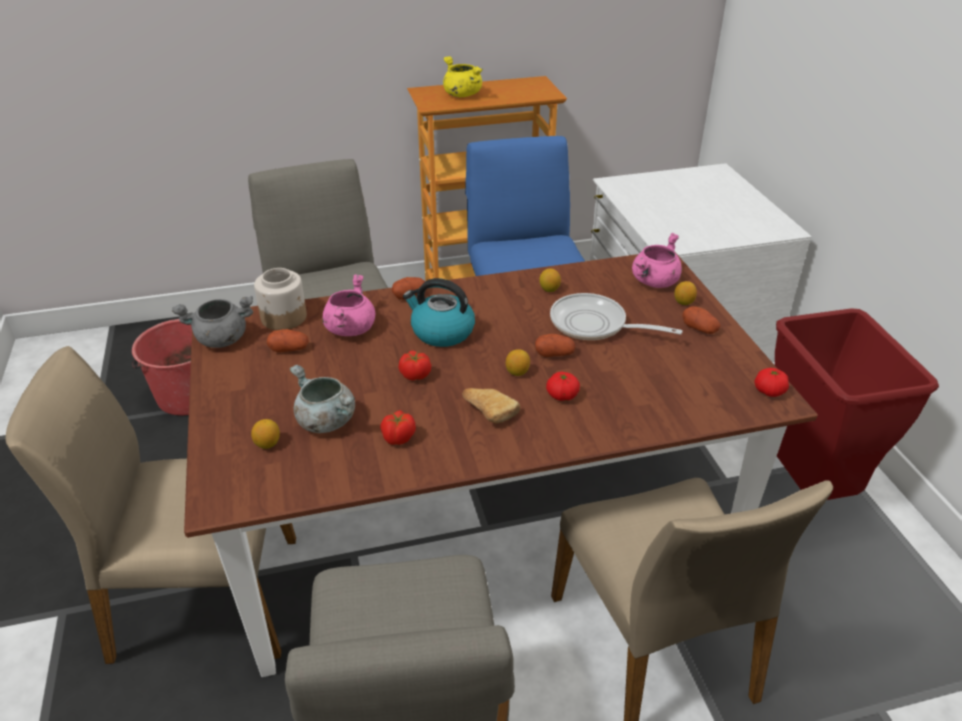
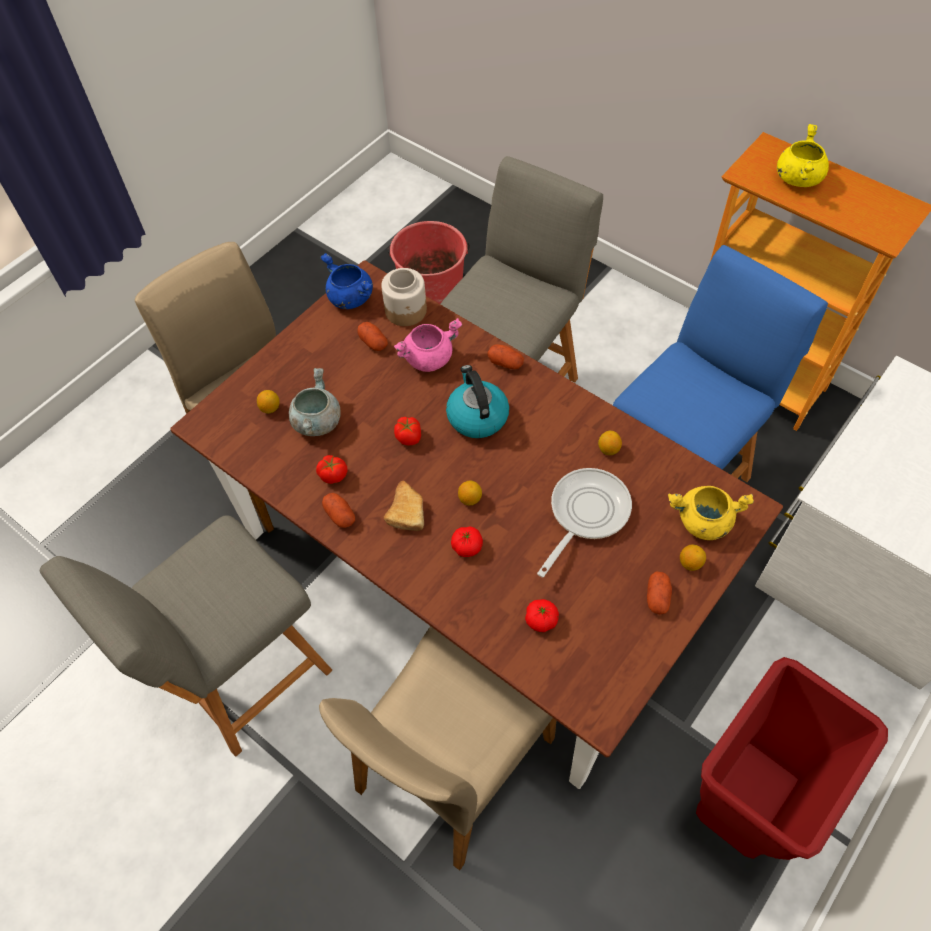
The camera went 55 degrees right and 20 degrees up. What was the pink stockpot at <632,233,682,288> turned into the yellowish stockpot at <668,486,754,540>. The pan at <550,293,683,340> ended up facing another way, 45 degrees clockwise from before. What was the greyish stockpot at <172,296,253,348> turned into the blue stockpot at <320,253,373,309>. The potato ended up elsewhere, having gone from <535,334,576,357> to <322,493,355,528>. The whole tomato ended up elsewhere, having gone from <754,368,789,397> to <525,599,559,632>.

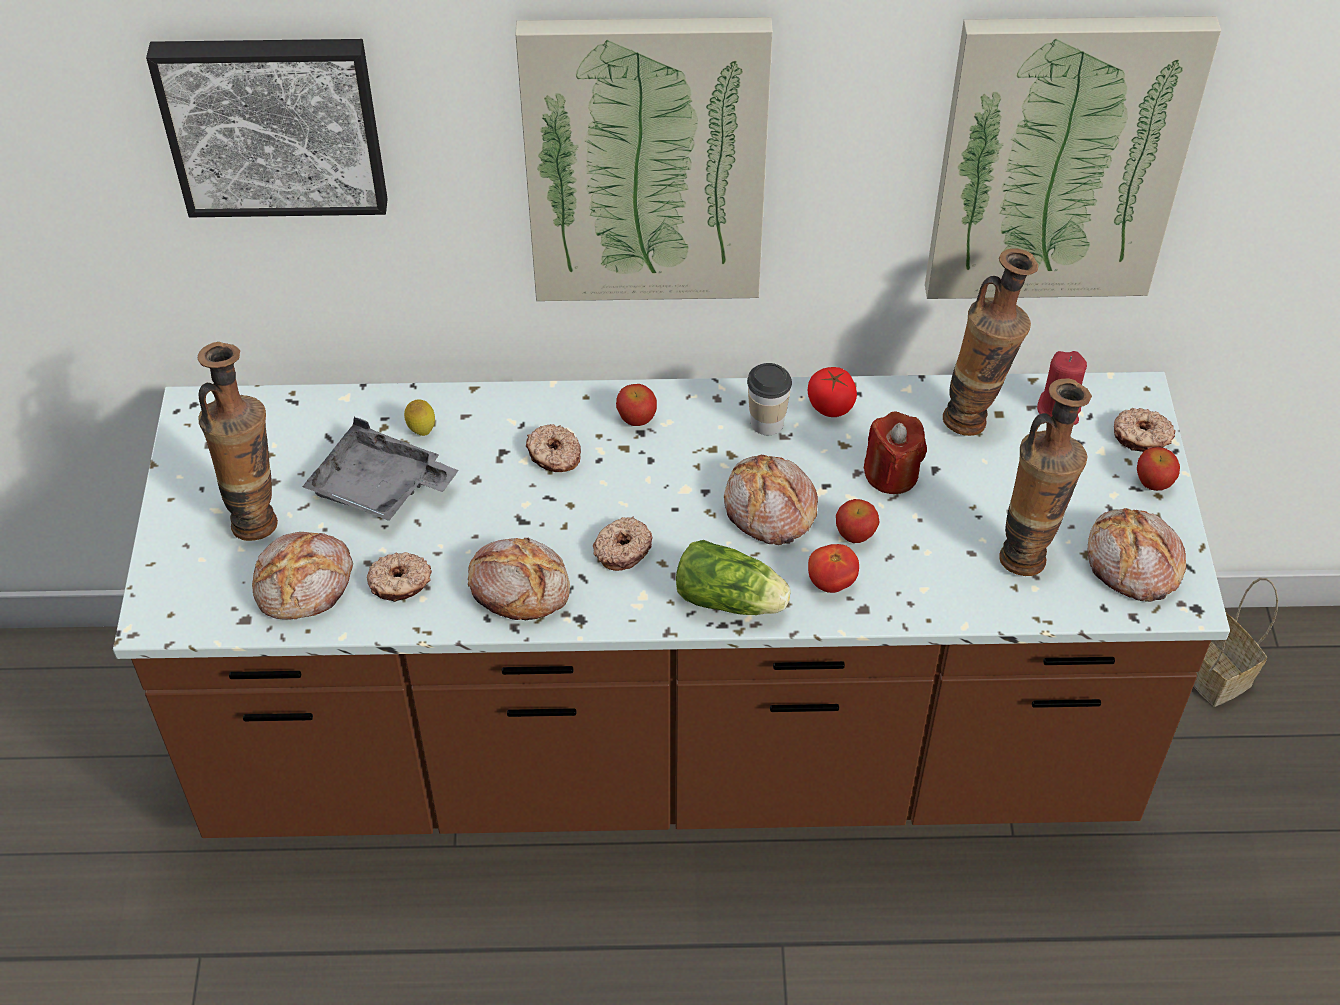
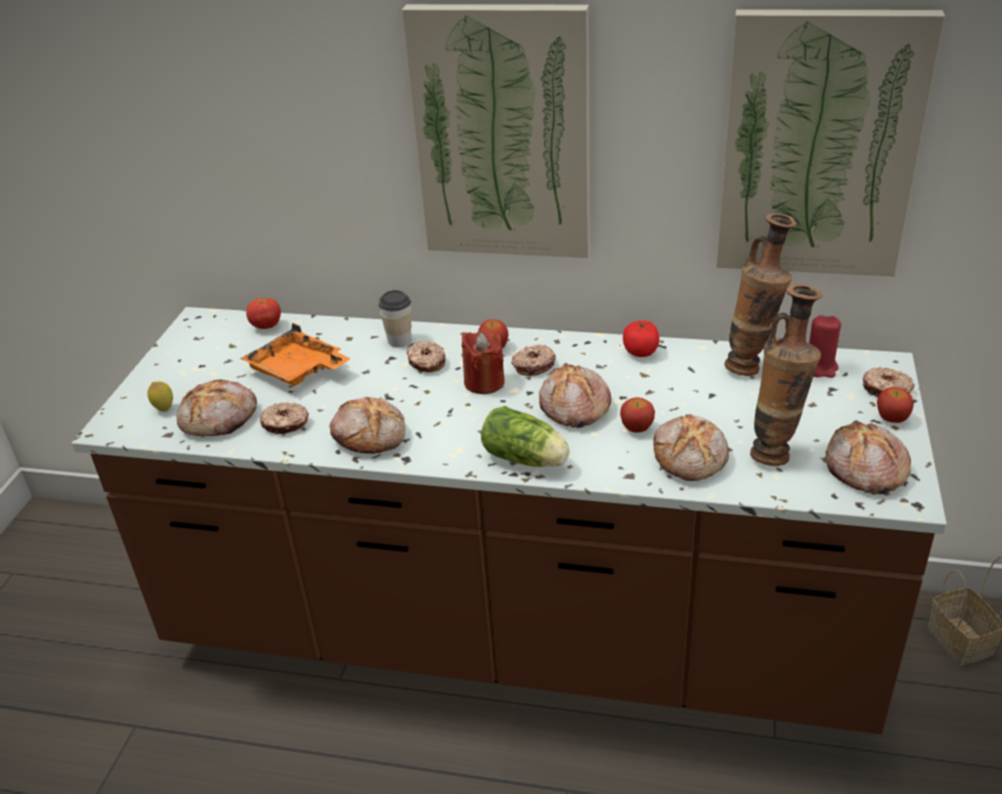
The camera went 15 degrees right and 15 degrees down. The second view lost the wall art at <146,39,388,217>. The second view lost the decorative vase at <198,342,278,541>. The drinking cup ended up elsewhere, having gone from <747,363,792,435> to <378,290,411,347>. The lemon ended up elsewhere, having gone from <404,399,435,436> to <147,381,173,412>. The red-coloured wax candle ended up elsewhere, having gone from <864,411,927,494> to <462,330,505,394>. What was the greyish carrying tray at <302,417,458,521> turned into the orange carrying tray at <240,323,351,386>. The ring doughnut ended up elsewhere, having gone from <593,516,653,571> to <511,345,556,376>. The whole tomato ended up elsewhere, having gone from <808,544,859,593> to <246,298,281,329>. The second view gained the bread at <653,414,729,481>.

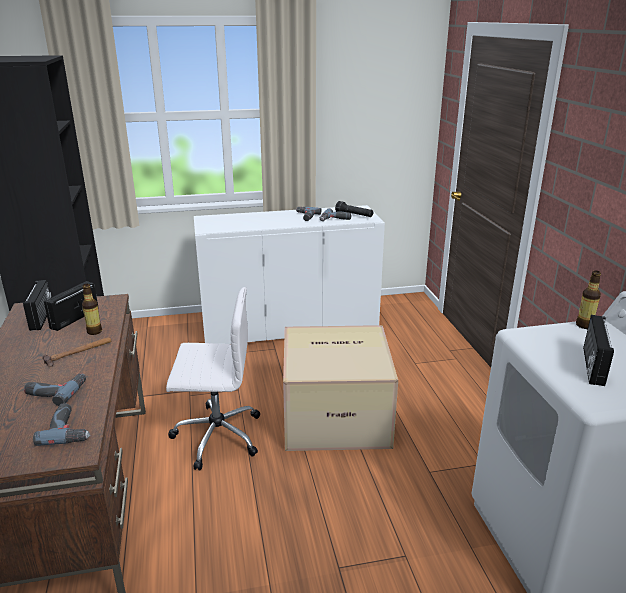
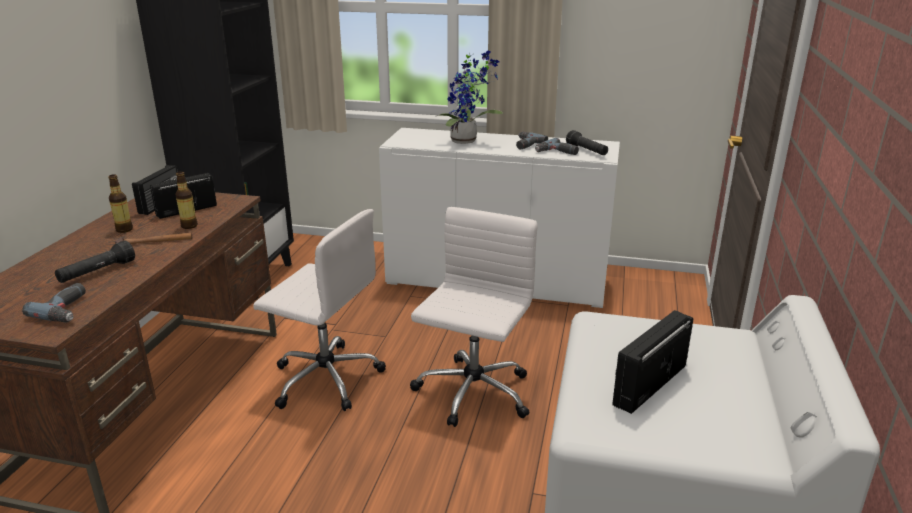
The camera went 25 degrees right and 0 degrees up. The drink bottle ended up elsewhere, having gone from <576,271,601,329> to <108,174,133,233>. Where the cardboard box stood at <283,325,398,451>, the white office chair came to stand at <410,207,538,427>. Where the electric drill stood at <24,373,86,406>, the black-coloured torch came to stand at <55,241,135,283>. The second view gained the plant in a pot at <437,50,503,144>.

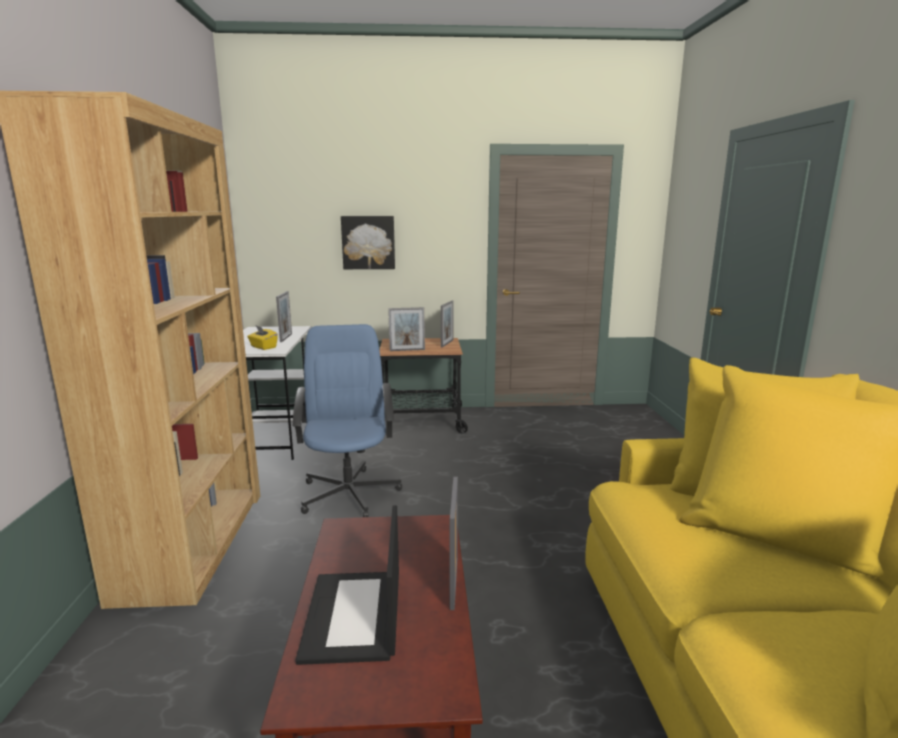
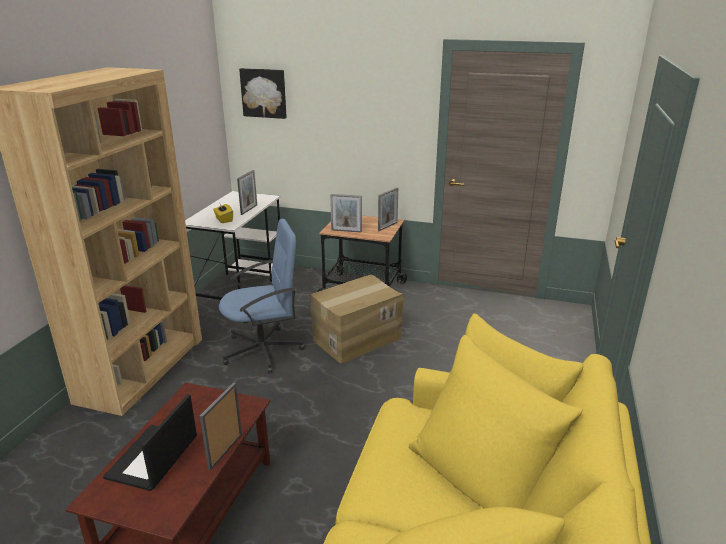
The camera went 20 degrees right and 10 degrees up. The wall art ended up elsewhere, having gone from <341,216,395,269> to <239,68,287,119>. The blue office chair at <292,324,402,517> ended up facing another way, 60 degrees clockwise from before. The second view gained the cardboard box at <310,275,404,363>.

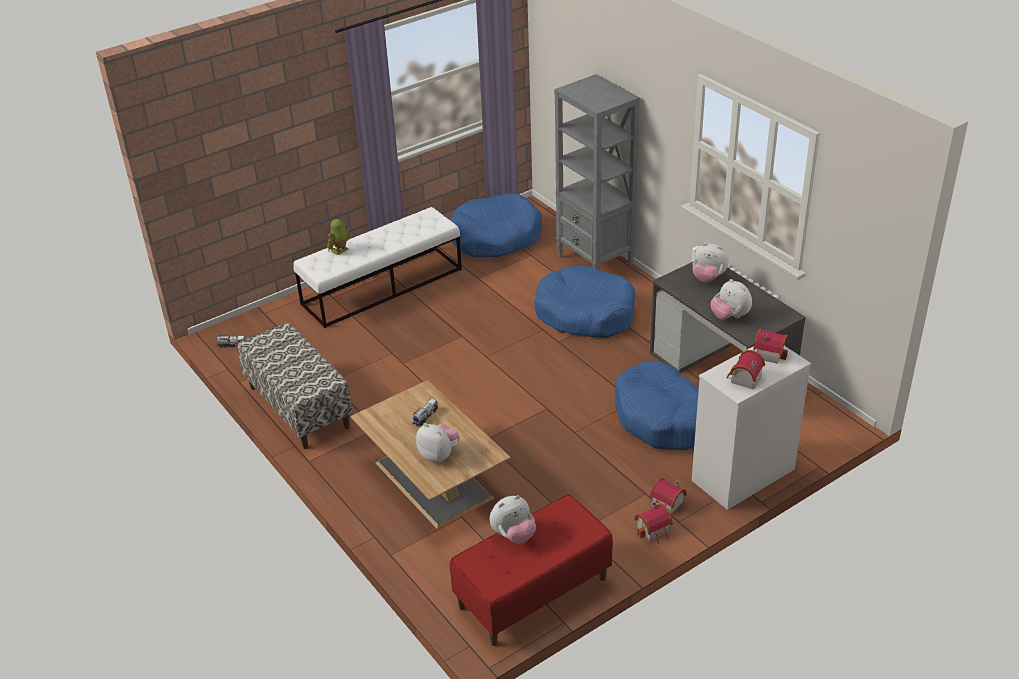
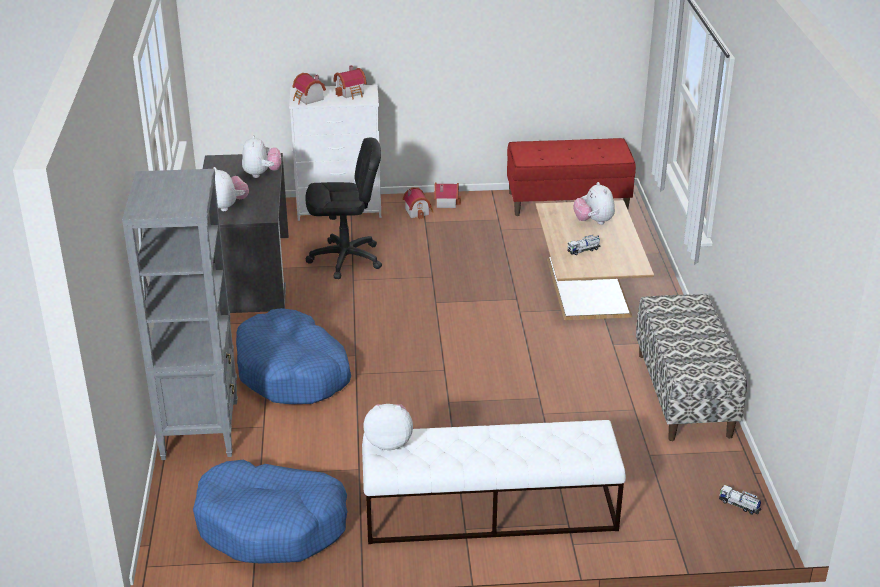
The camera went 150 degrees left and 5 degrees down. The second view lost the robot figure at <327,219,350,255>. Where the blue pet bed stood at <615,361,699,450>, the black-coloured office chair came to stand at <306,138,382,279>. The cuddly toy ended up elsewhere, having gone from <490,495,536,544> to <363,404,413,450>.

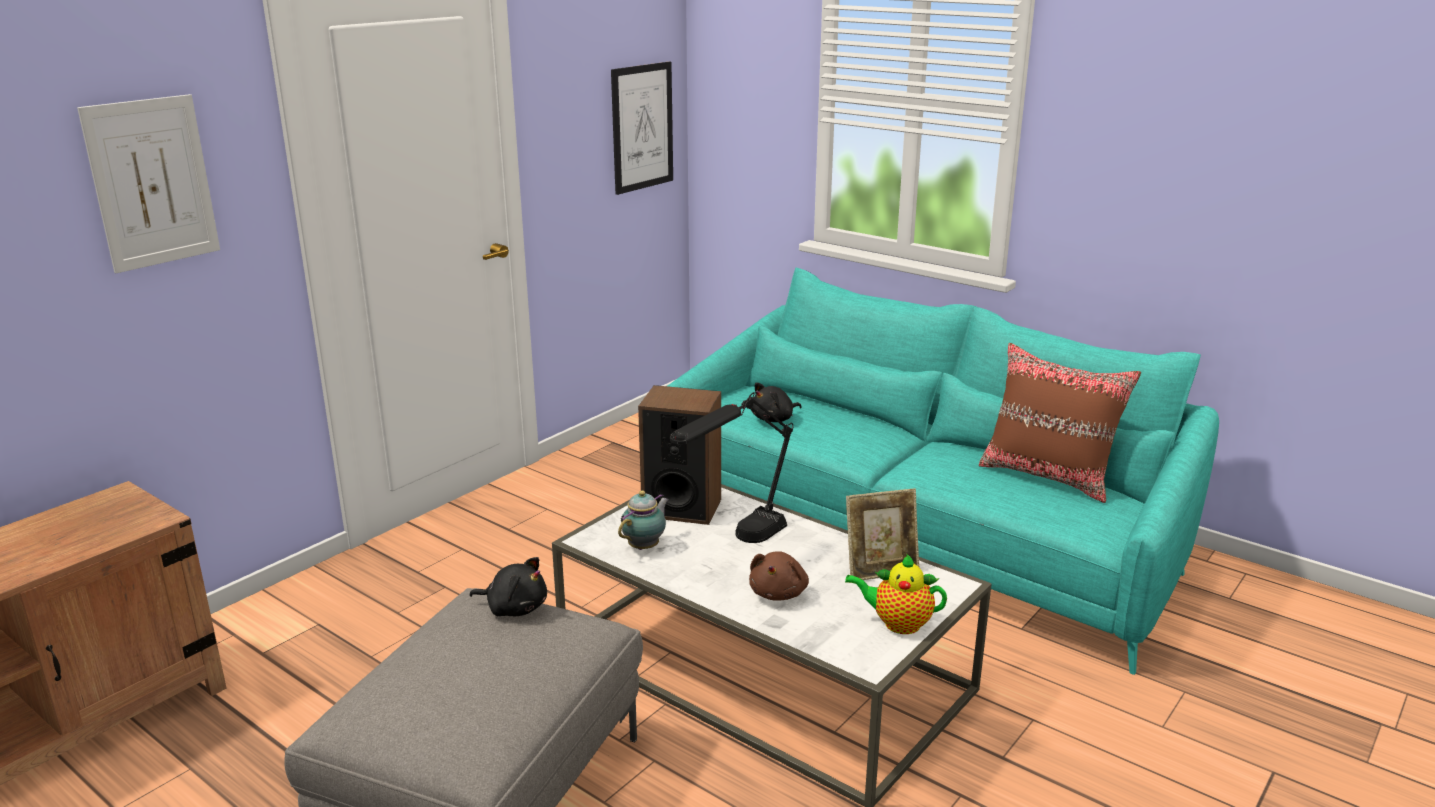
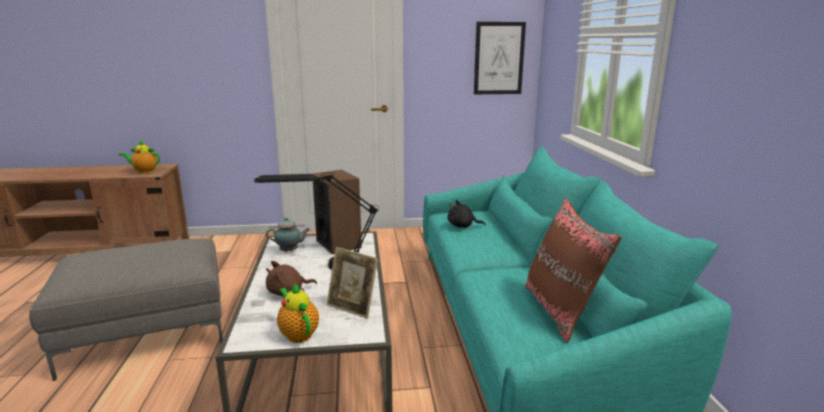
The camera went 45 degrees right and 5 degrees down. The second view lost the wall art at <77,94,220,273>. The second view lost the black-coloured cuddly toy at <469,557,547,616>. The second view gained the pot for tea at <119,140,160,173>.

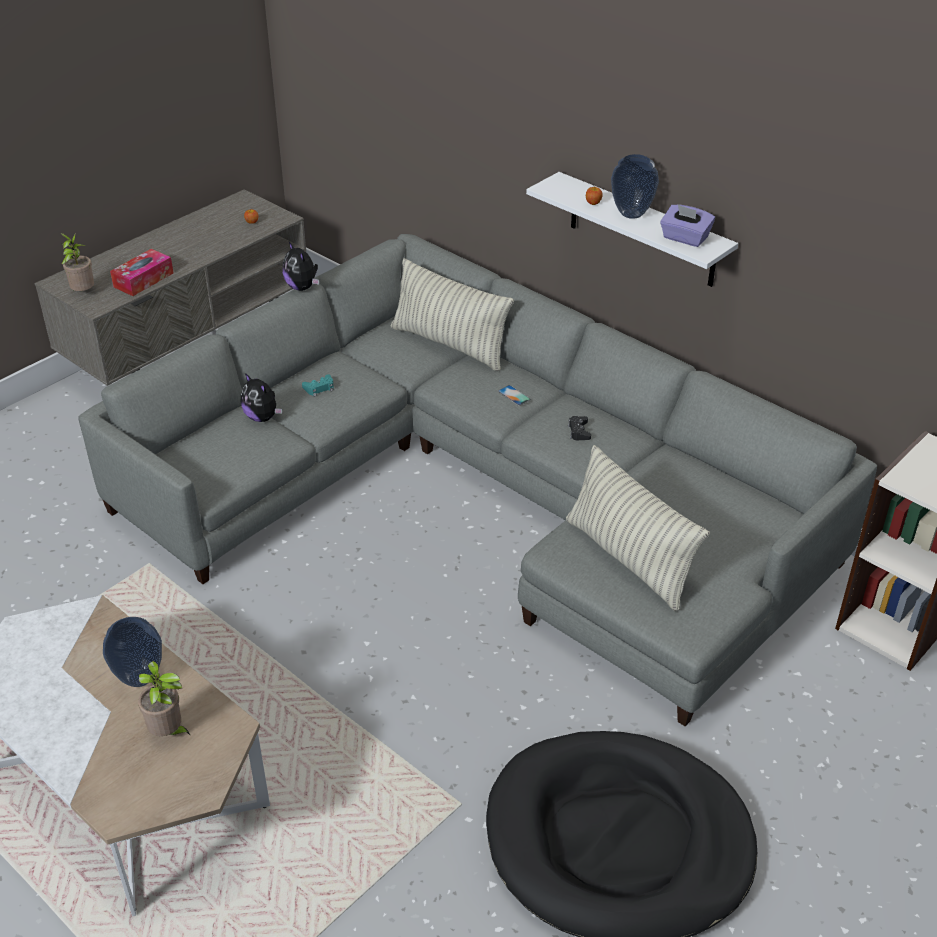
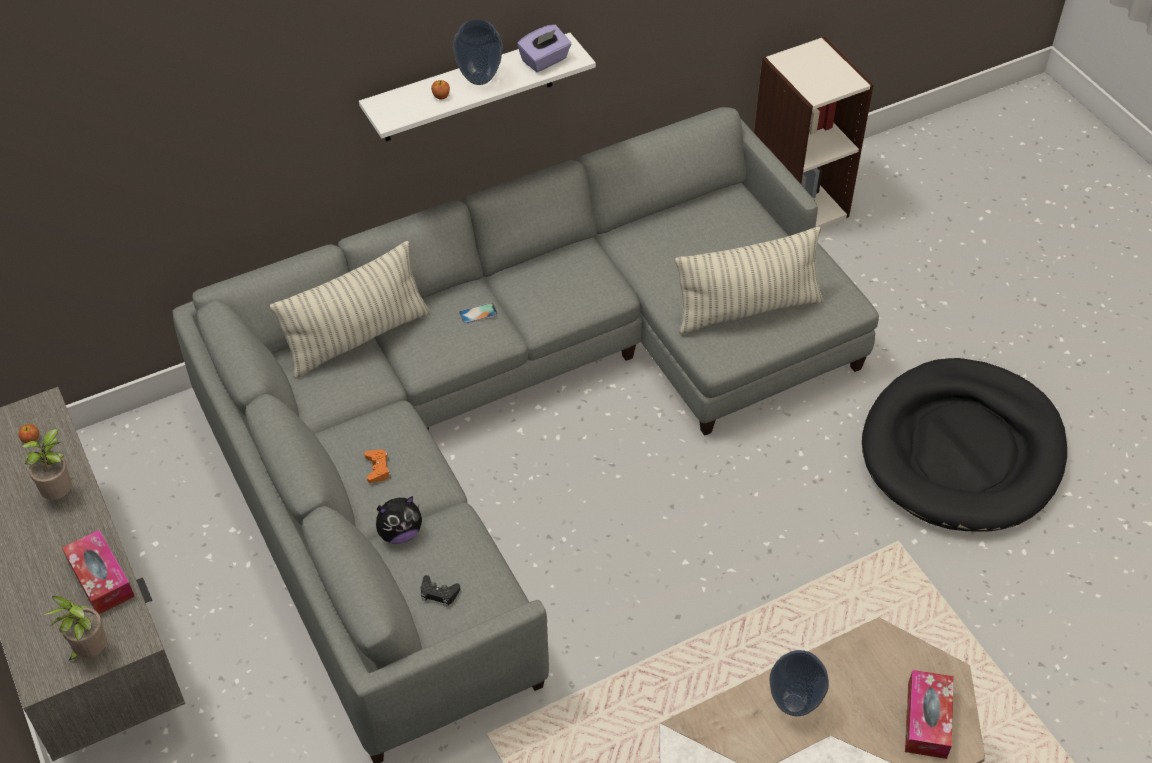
The camera went 70 degrees left and 10 degrees up. The second view lost the cuddly toy at <283,242,319,291>. What was the blue-green game controller at <302,375,334,397> turned into the orange game controller at <364,449,391,483>. The black-coloured game controller ended up elsewhere, having gone from <568,416,591,440> to <421,575,460,607>. The plant in a pot ended up elsewhere, having gone from <138,661,191,736> to <21,429,72,500>. The second view gained the box of tissues at <905,670,954,759>.

